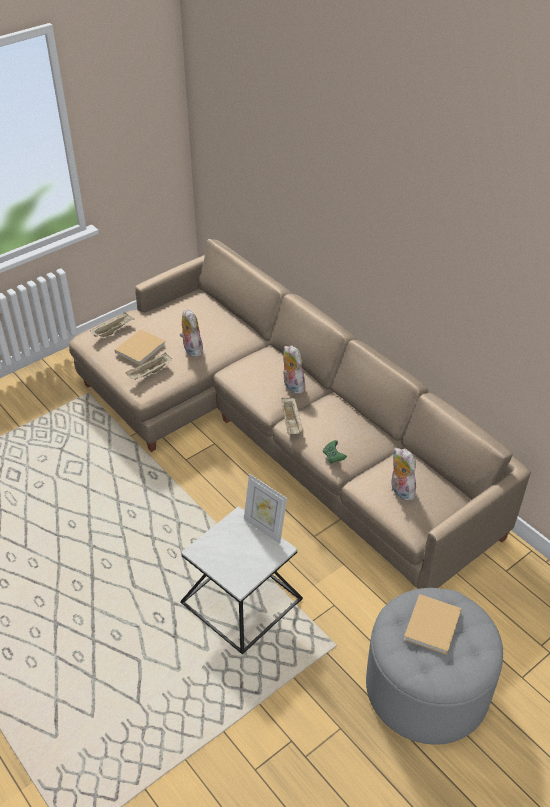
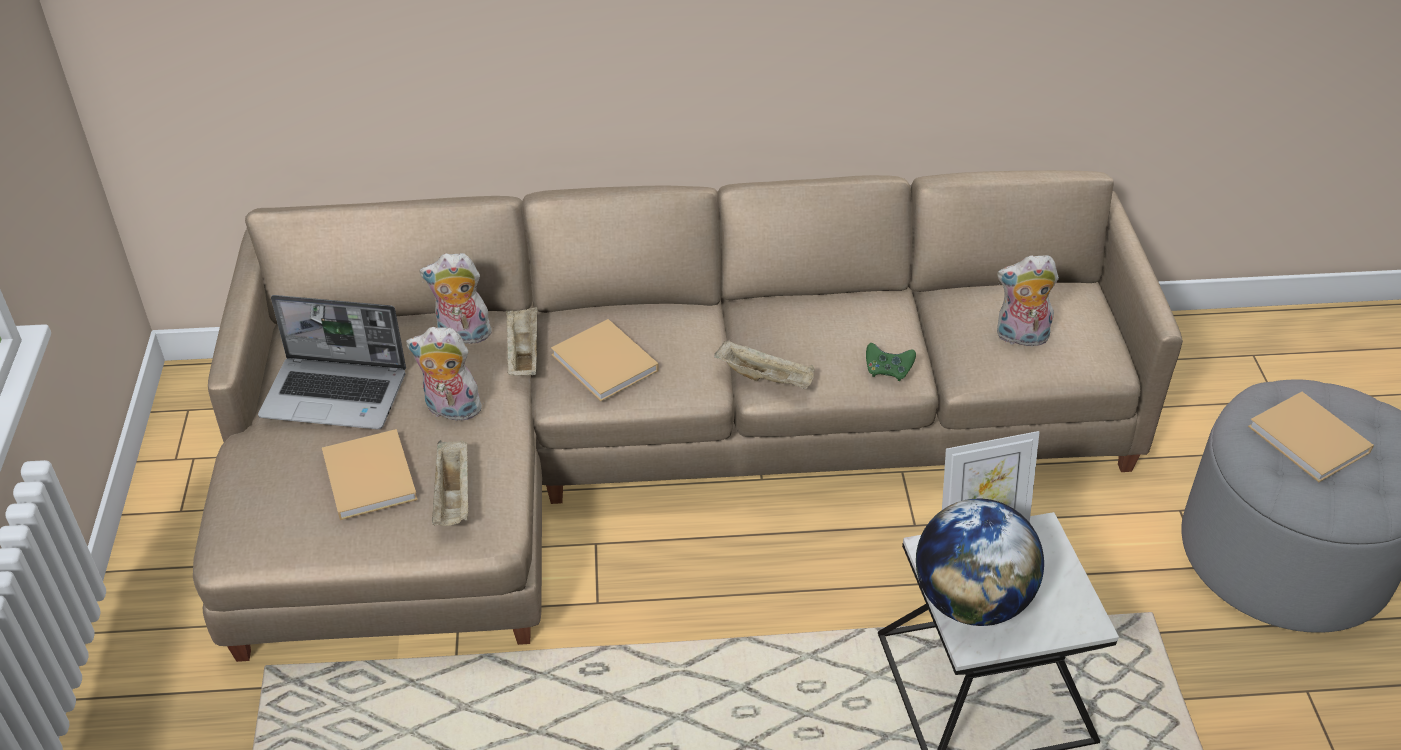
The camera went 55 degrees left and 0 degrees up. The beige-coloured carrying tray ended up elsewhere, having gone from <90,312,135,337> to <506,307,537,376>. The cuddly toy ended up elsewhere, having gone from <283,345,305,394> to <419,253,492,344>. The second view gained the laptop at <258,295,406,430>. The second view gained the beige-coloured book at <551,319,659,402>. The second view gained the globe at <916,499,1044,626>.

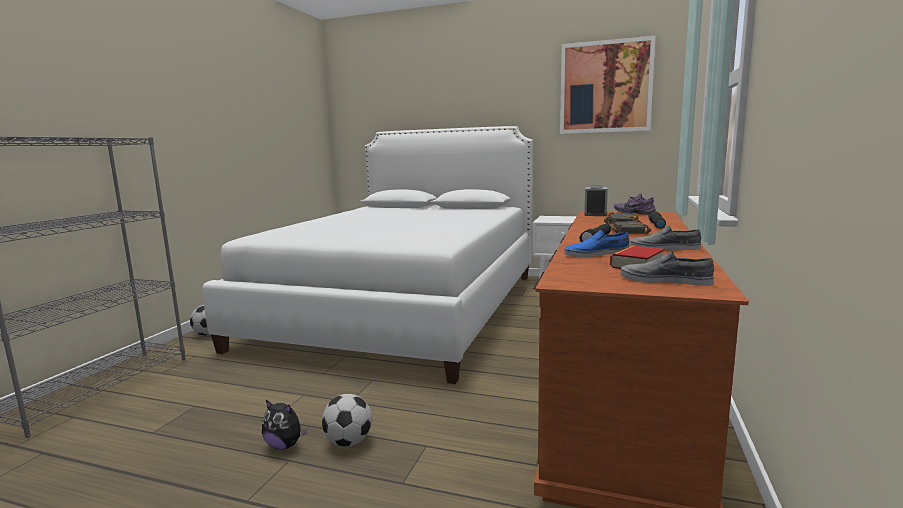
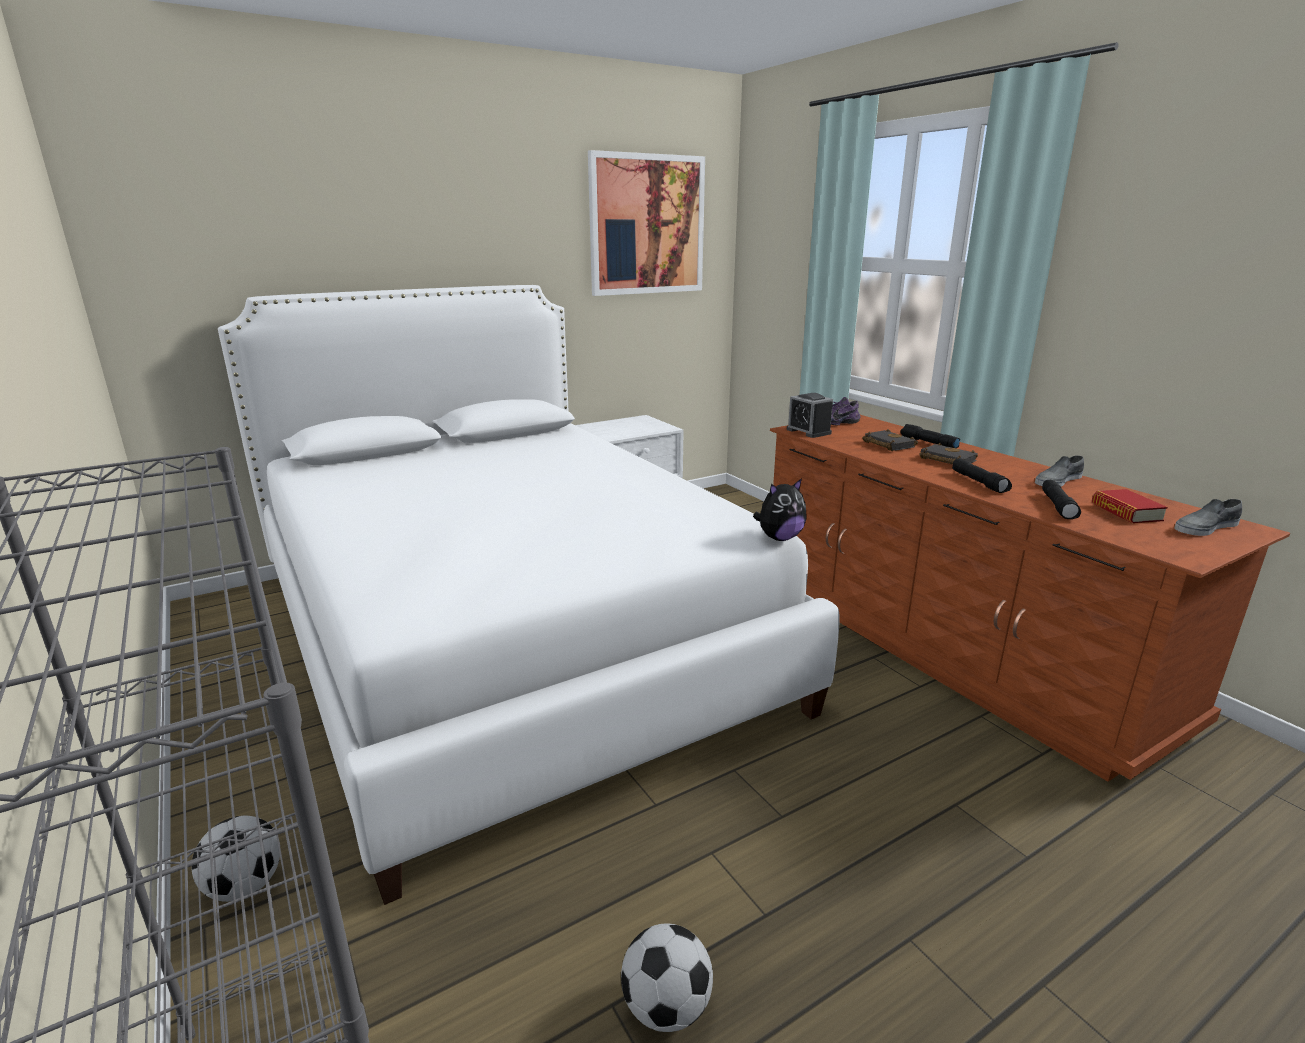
The camera went 50 degrees left and 10 degrees up. Where the blue low shoe stood at <564,230,629,258>, the black-coloured torch came to stand at <1042,480,1081,519>. The ball for football ended up elsewhere, having gone from <322,394,372,447> to <621,924,713,1032>. The cuddly toy ended up elsewhere, having gone from <262,400,308,450> to <753,478,806,541>.

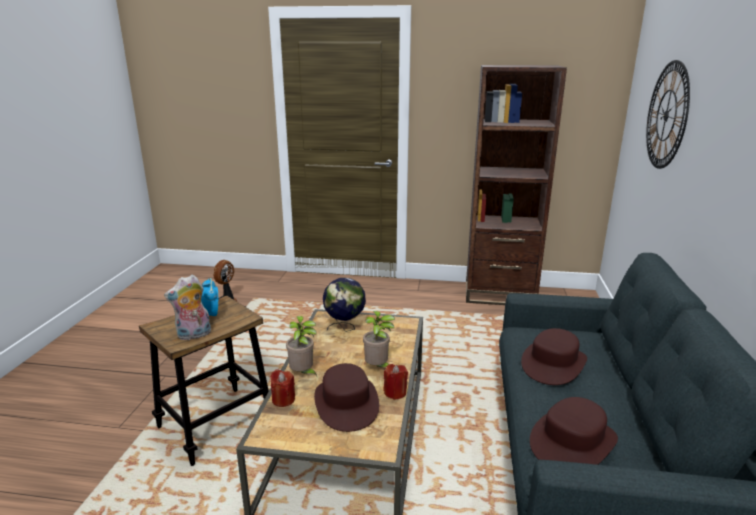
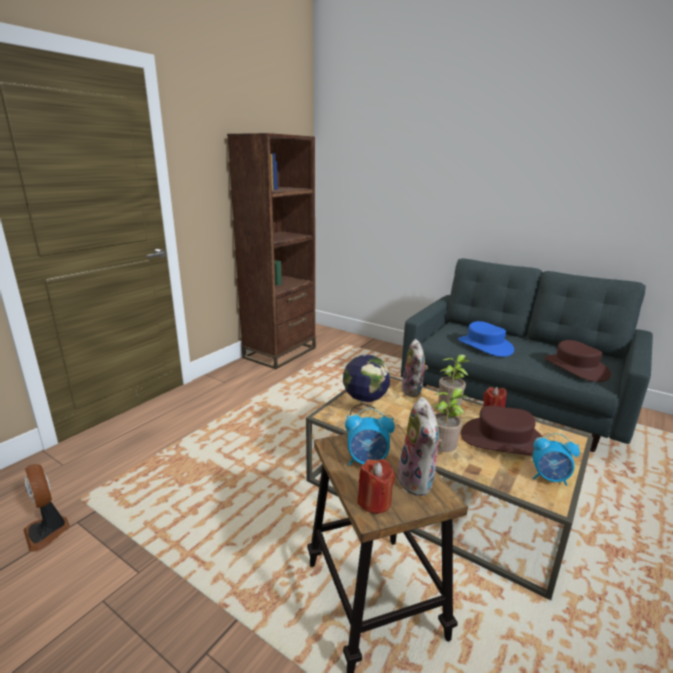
The camera went 65 degrees left and 0 degrees up. The second view lost the hanging clock at <646,60,690,169>. What was the brown hat at <521,328,587,385> turned into the blue hat at <458,321,514,357>. The red-coloured wax candle ended up elsewhere, having gone from <270,369,295,407> to <357,459,395,514>. The second view gained the cuddly toy at <401,339,428,397>. The second view gained the alarm clock at <533,433,580,486>.

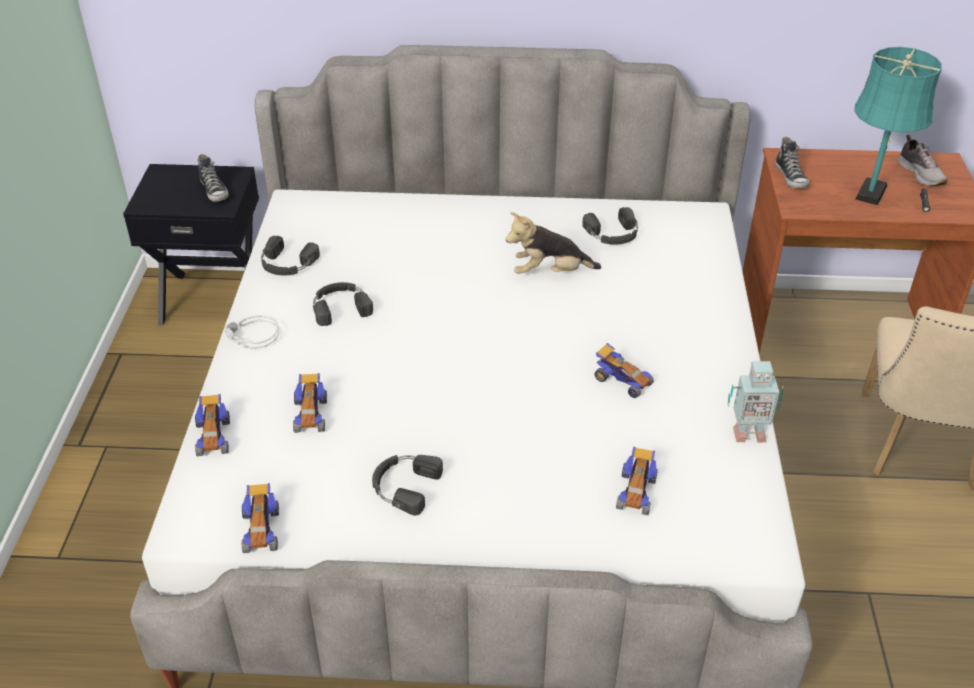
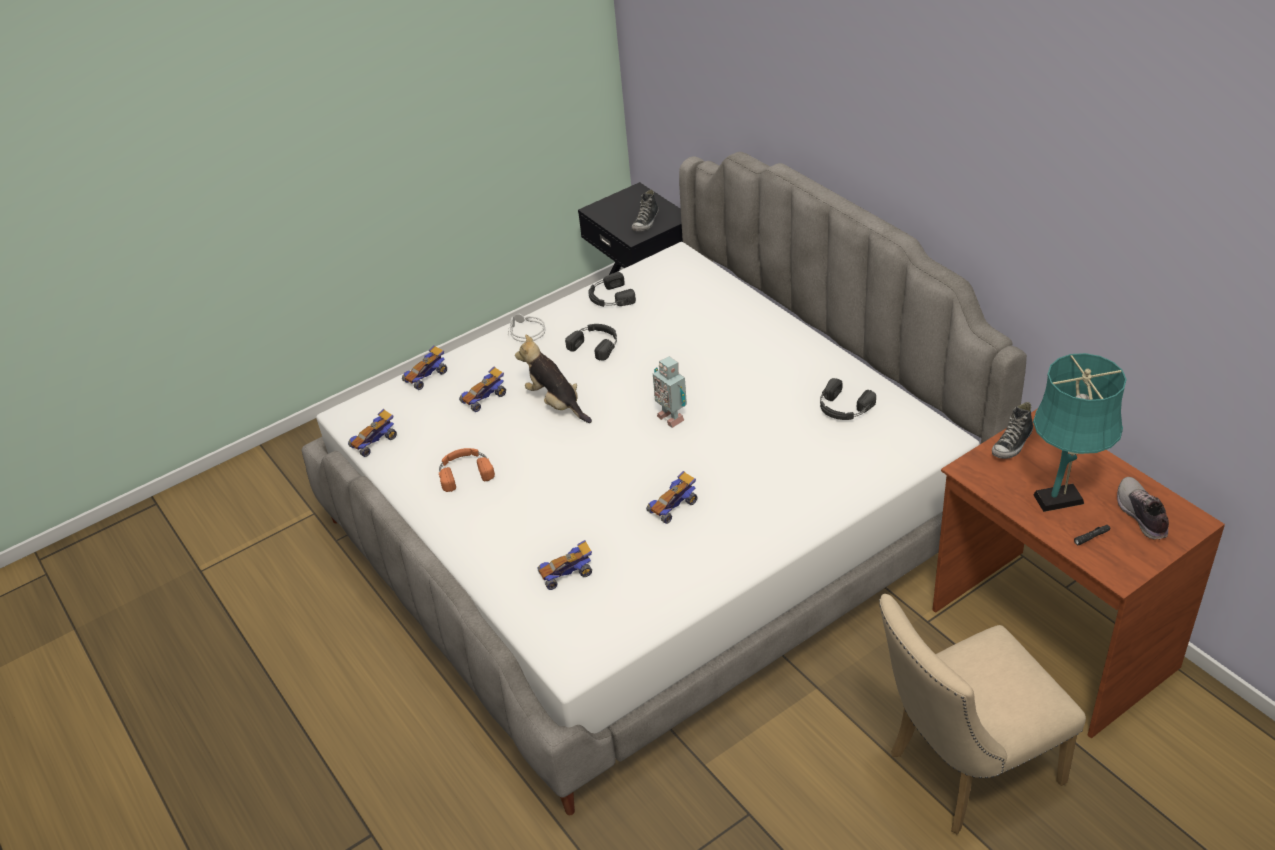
The camera went 55 degrees right and 0 degrees up. The low shoe at <898,135,947,186> ended up facing another way, 135 degrees clockwise from before. The cuddly toy ended up elsewhere, having gone from <506,212,601,274> to <515,334,592,423>. The miniature car at <594,343,654,398> ended up facing another way, 45 degrees clockwise from before. The robot figure ended up elsewhere, having gone from <728,361,784,443> to <653,356,687,428>. What was the black-coloured headset at <372,455,443,515> turned into the orange headset at <439,448,495,492>.

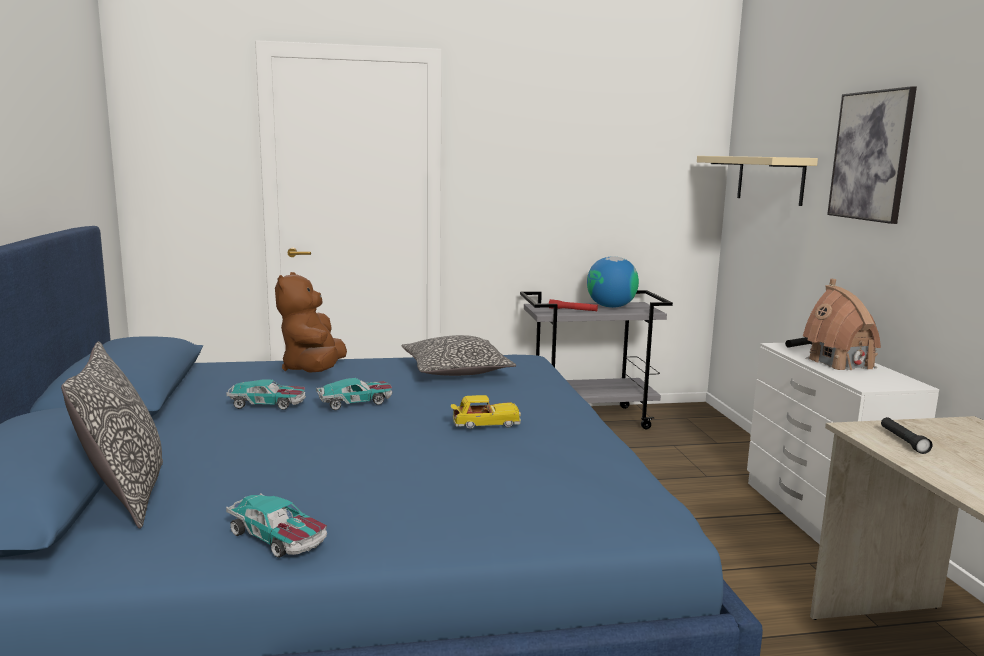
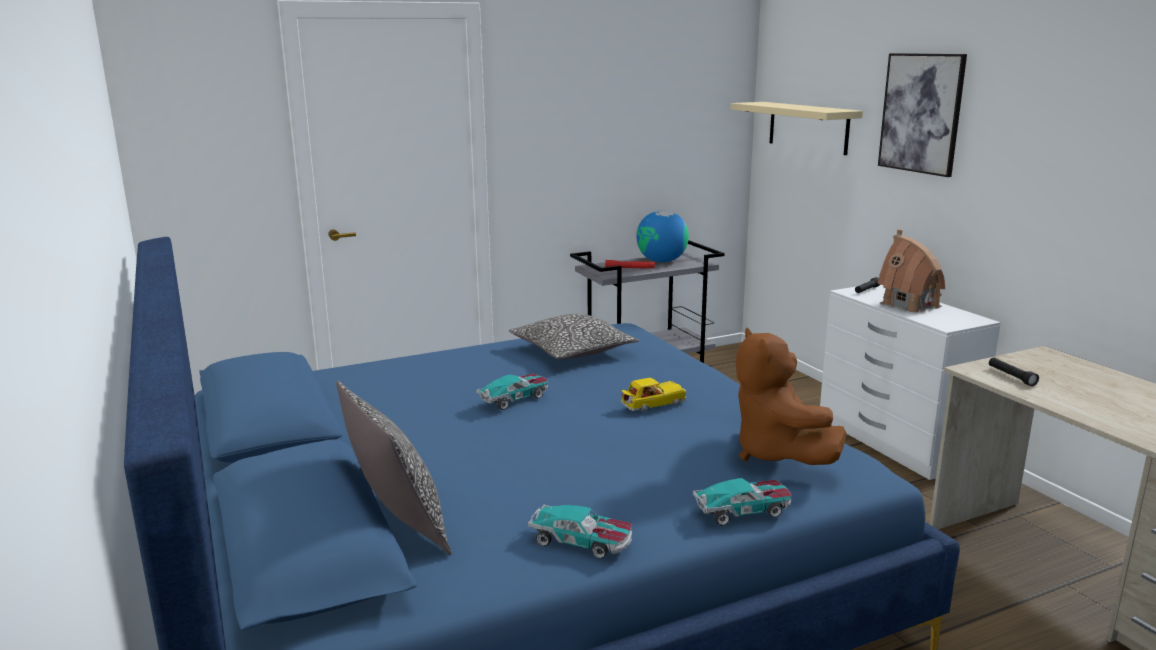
The camera went 15 degrees left and 5 degrees up. The brown cuddly toy ended up elsewhere, having gone from <275,272,347,373> to <735,327,847,465>. The miniature car ended up elsewhere, having gone from <226,379,306,410> to <693,478,791,526>.

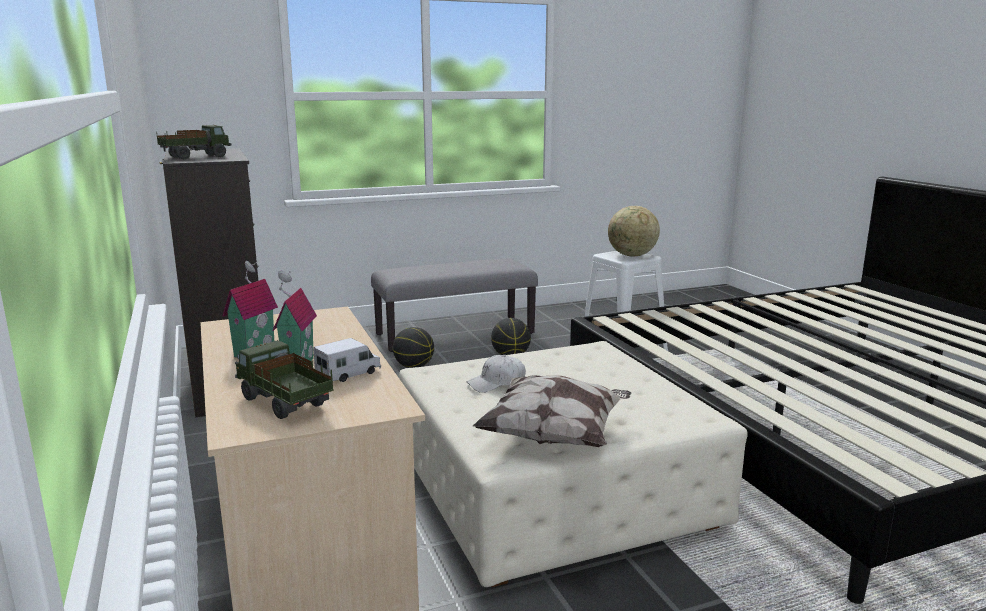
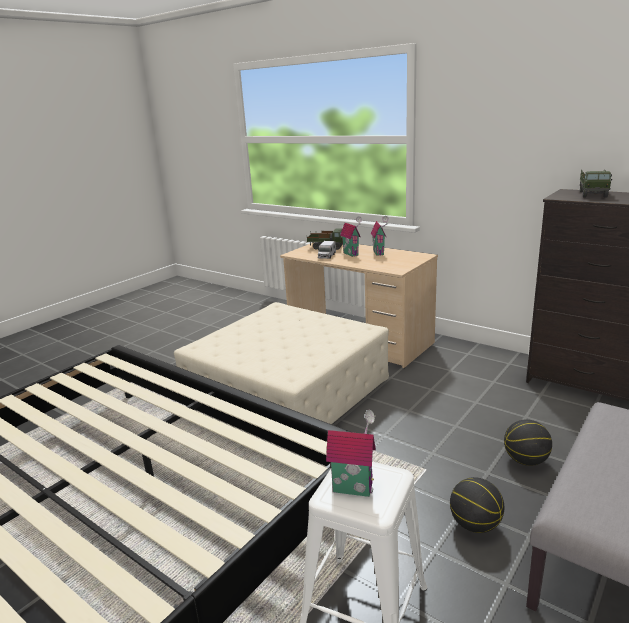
The camera went 150 degrees right and 5 degrees up. Where the globe stood at <608,206,660,257>, the toy house came to stand at <326,410,376,497>. The second view lost the white baseball cap at <466,355,526,393>. The second view lost the pillow at <473,375,632,447>.

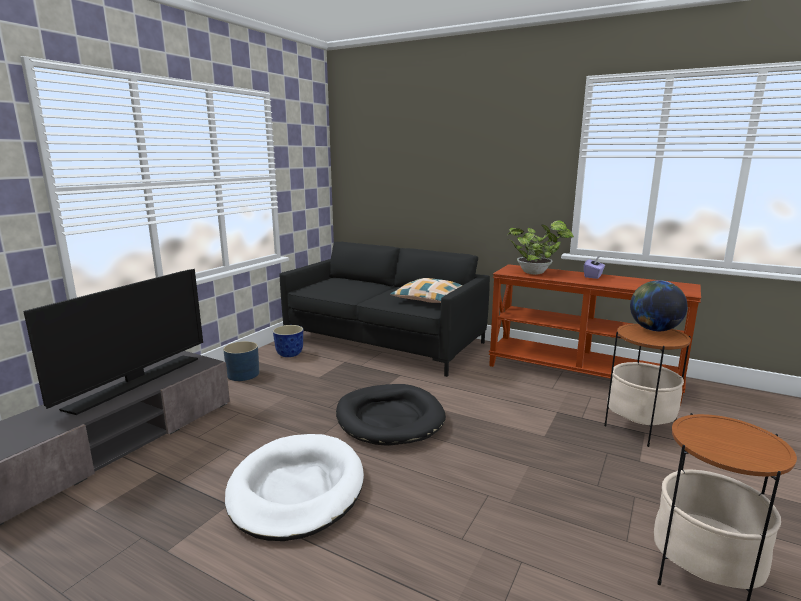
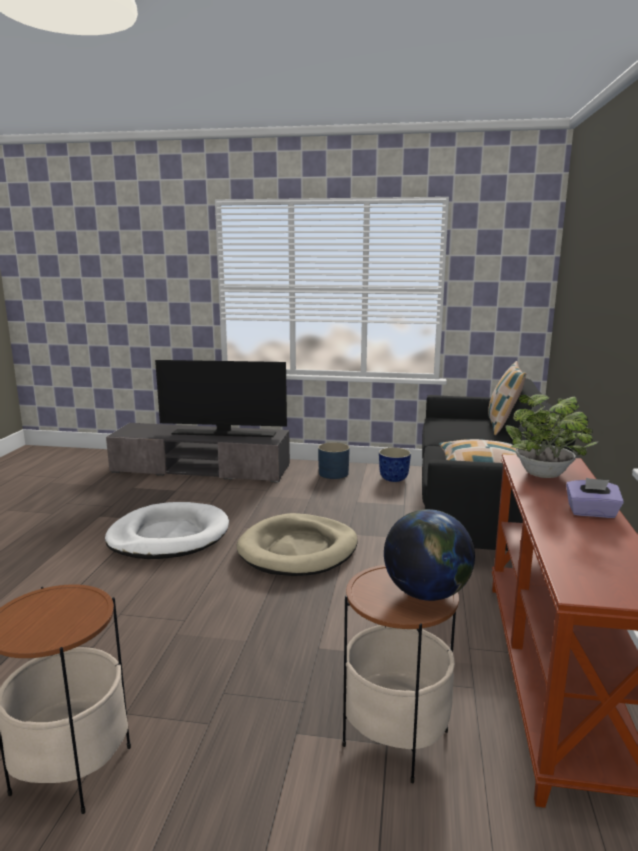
The camera went 70 degrees right and 0 degrees up. What was the black-coloured pet bed at <336,384,446,446> turned into the beige-coloured pet bed at <236,513,358,576>. The second view gained the pillow at <488,361,526,435>.

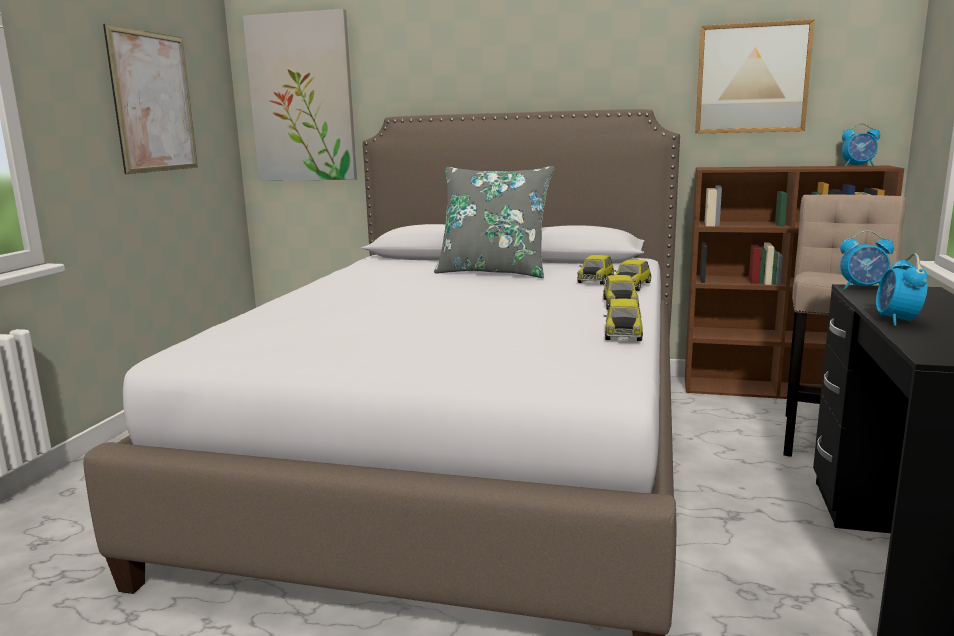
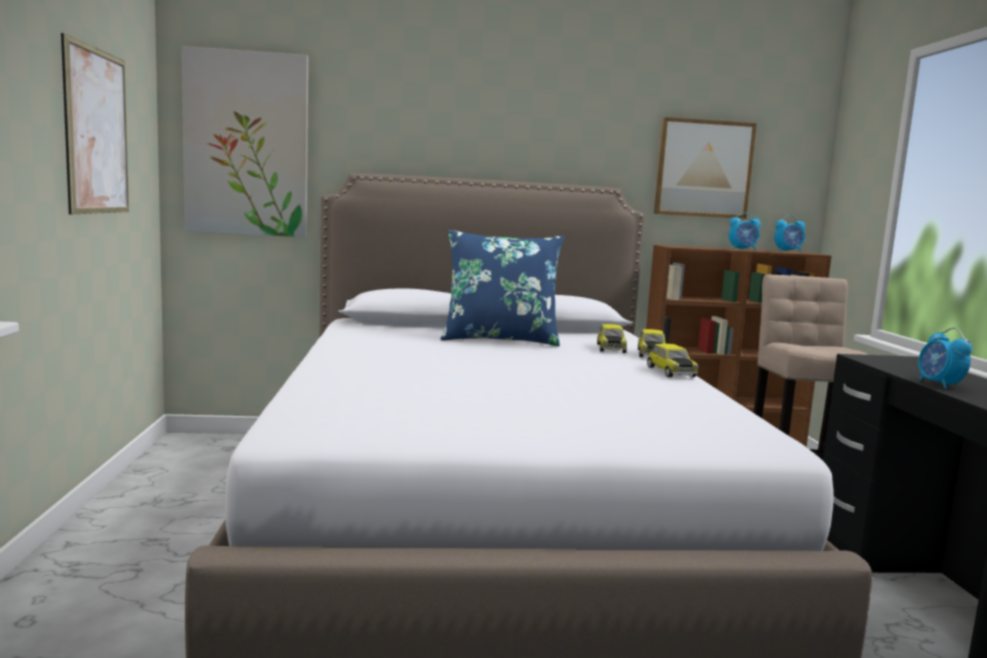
The camera went 20 degrees left and 5 degrees down. What was the greyish pillow at <434,166,555,278> turned into the blue pillow at <441,230,564,346>. The alarm clock ended up elsewhere, having gone from <840,230,894,289> to <729,212,760,251>. The second view lost the miniature car at <603,298,643,341>.

